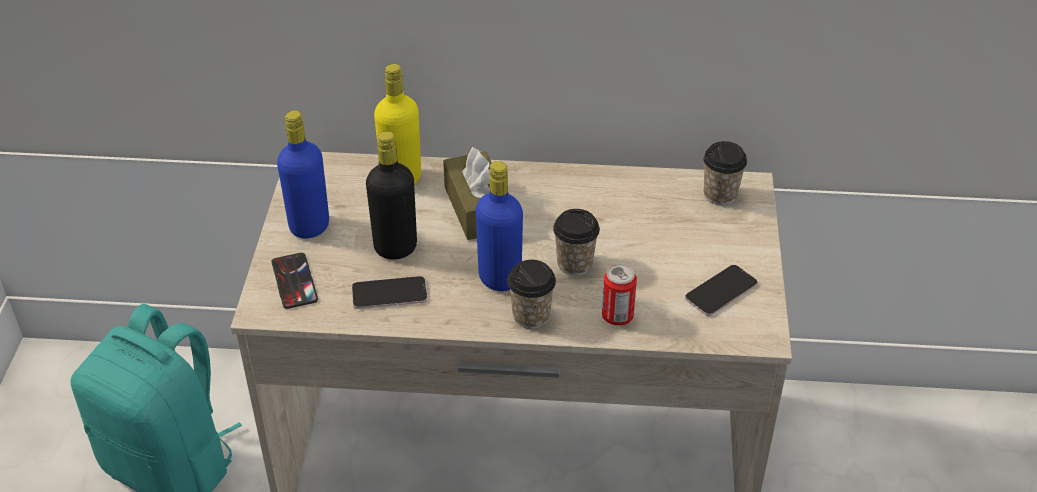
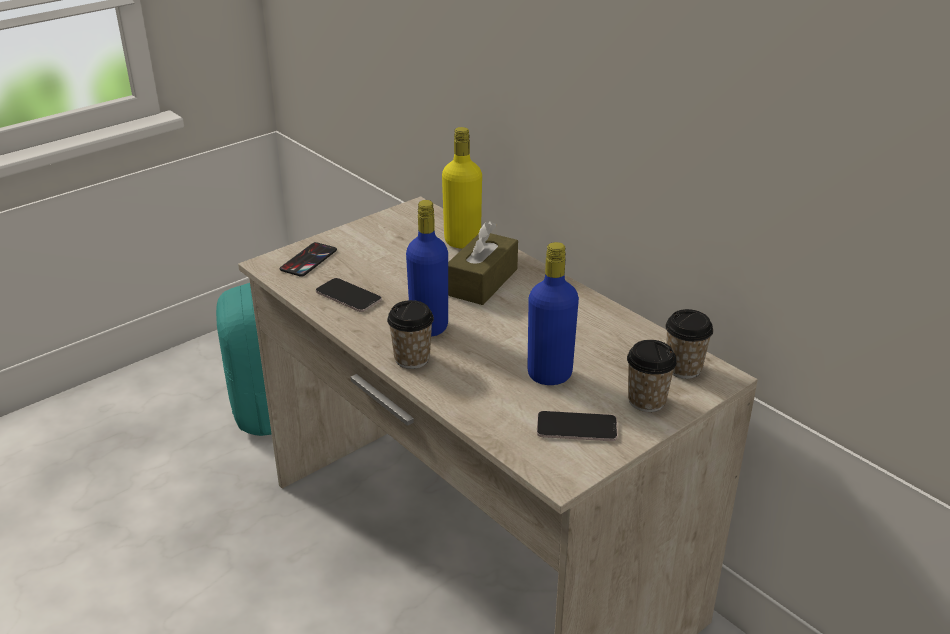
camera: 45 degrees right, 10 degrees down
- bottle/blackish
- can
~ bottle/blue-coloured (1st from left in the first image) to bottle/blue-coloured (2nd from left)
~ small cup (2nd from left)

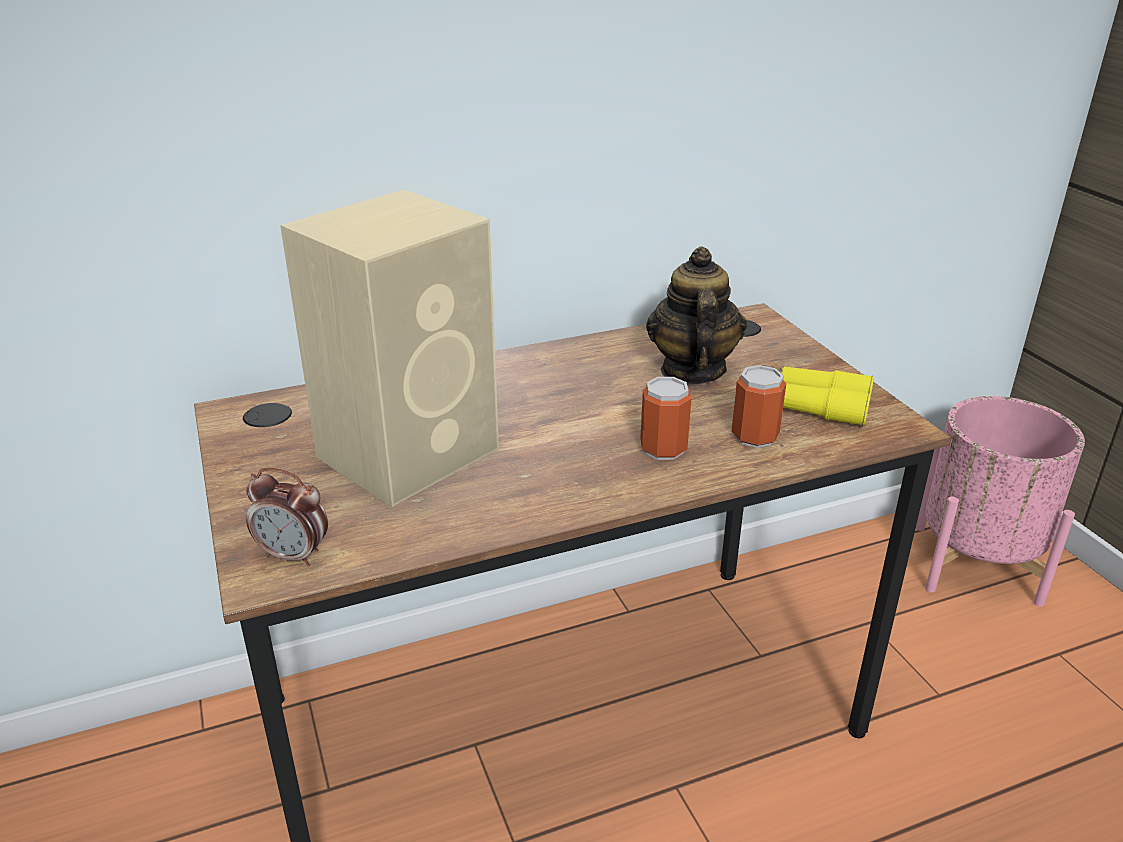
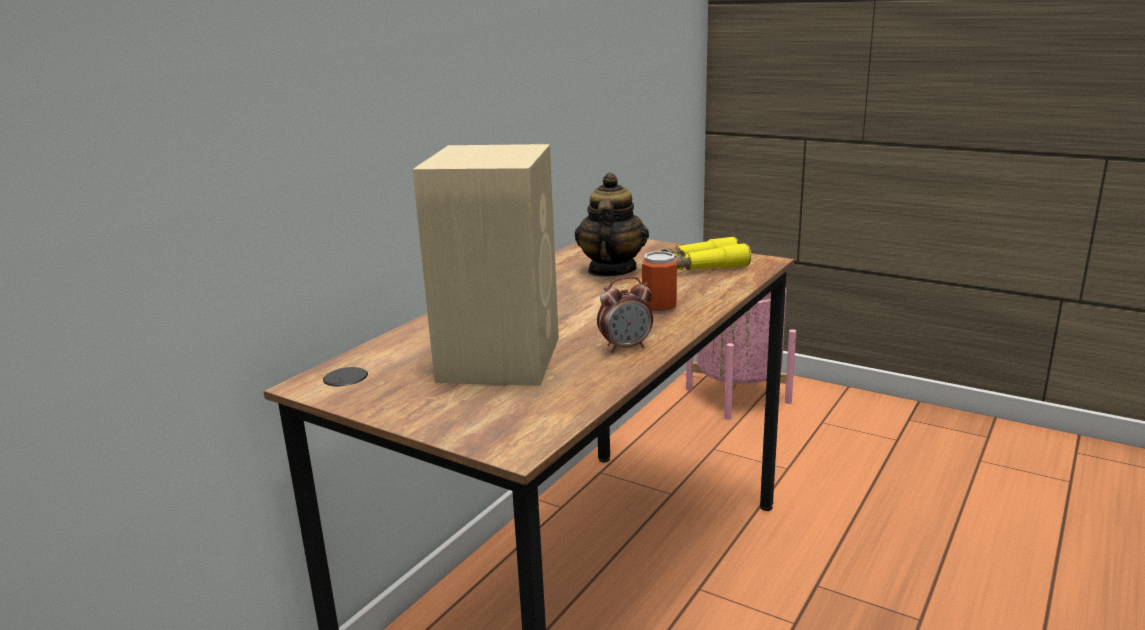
camera: 35 degrees left, 10 degrees down
- can (2nd from left)
~ table clock
~ pot for tea 45 degrees clockwise

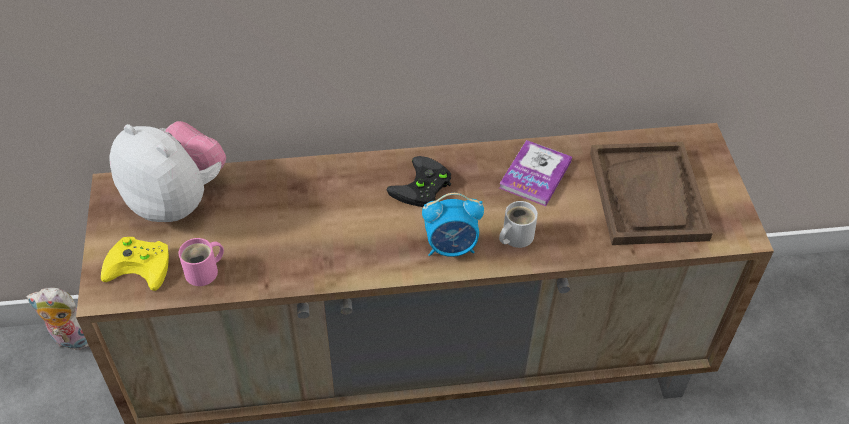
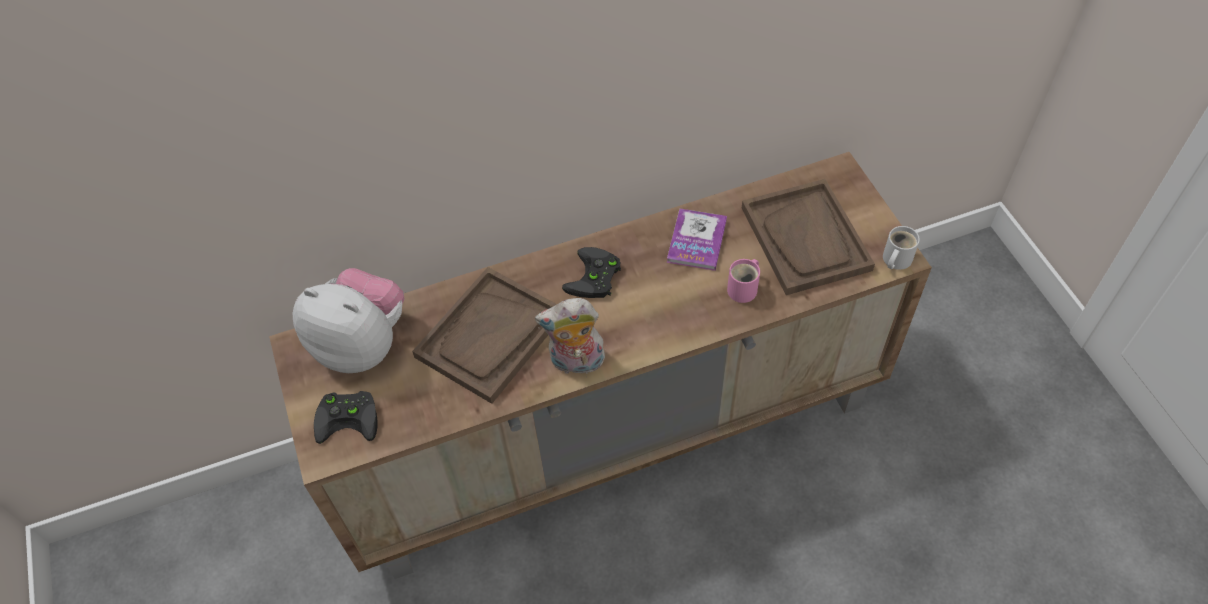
camera: 10 degrees left, 5 degrees up
- table clock
+ tray/brown (1st from left)
~ cuddly toy (1st from left in the first image) to cuddly toy (2nd from left)
~ tea mug/pink
~ tea mug/white-coloured
~ gamepad/yellow-coloured to gamepad/blackish (1st from left)

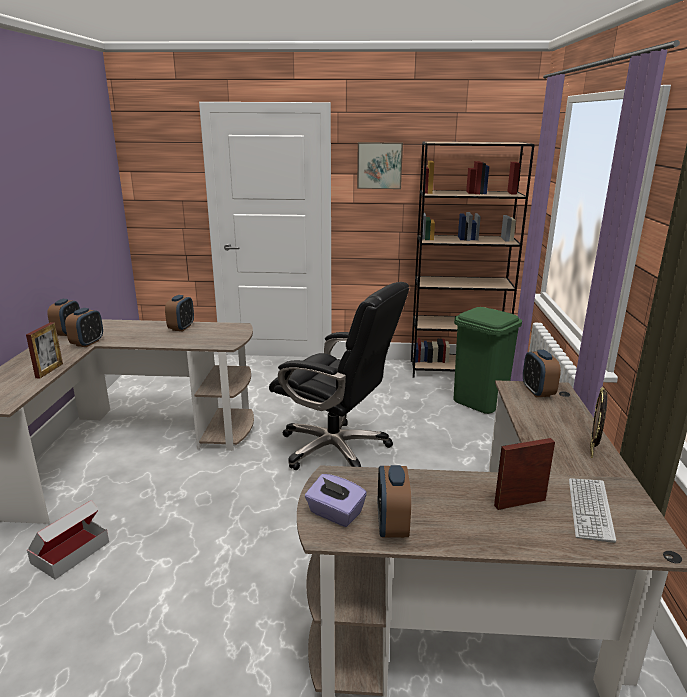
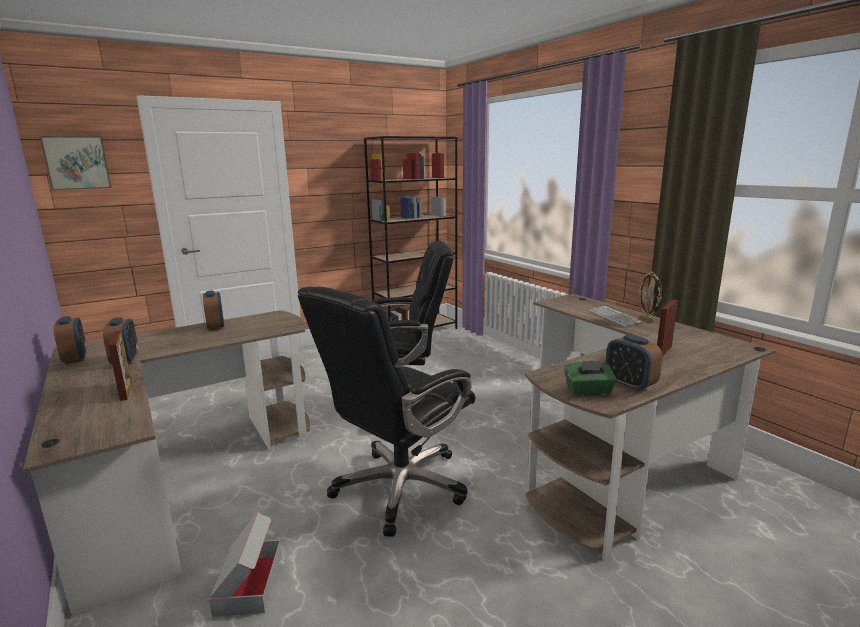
camera: 35 degrees left, 5 degrees down
- waste bin/greenish
- table clock (5th from left)
+ desk chair/blackish (1st from left)
~ wall picture
~ PC keyboard
~ tissue holder/purple to tissue holder/greenish

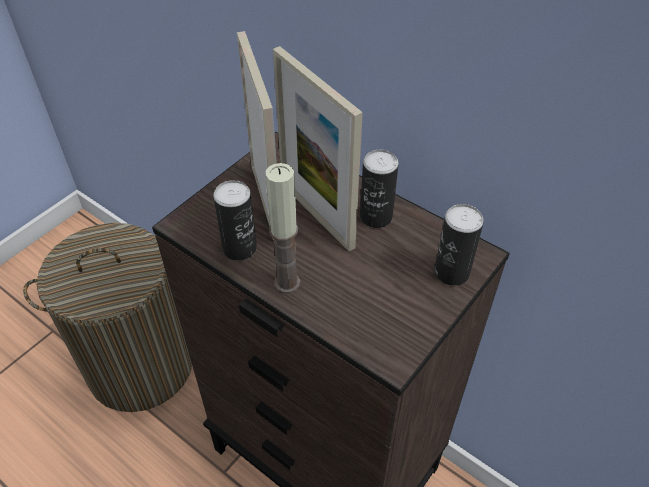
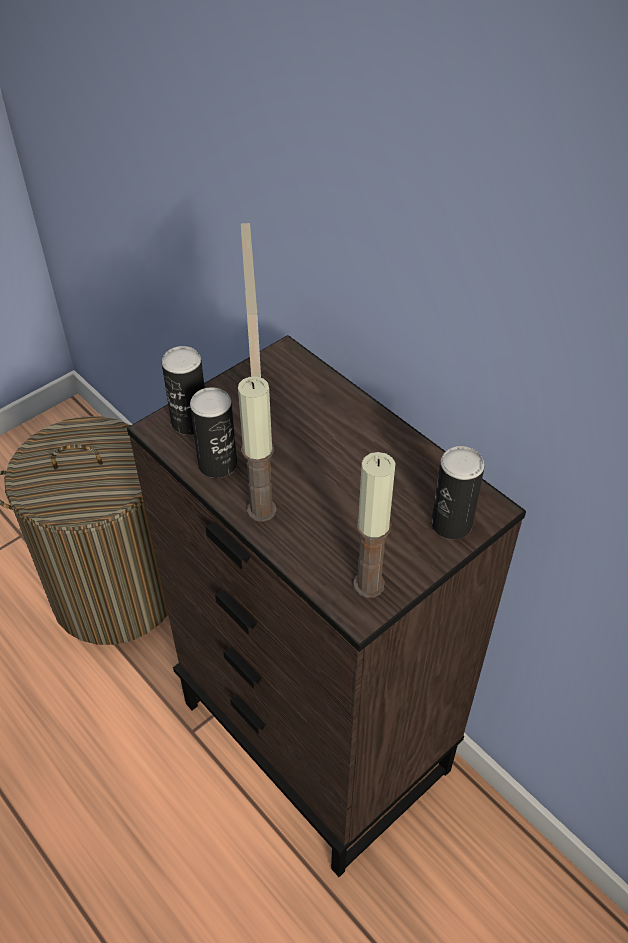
camera: 10 degrees right, 0 degrees up
- picture frame (2nd from left)
+ wax light (2nd from left)
~ can (2nd from left in the first image) to can (1st from left)

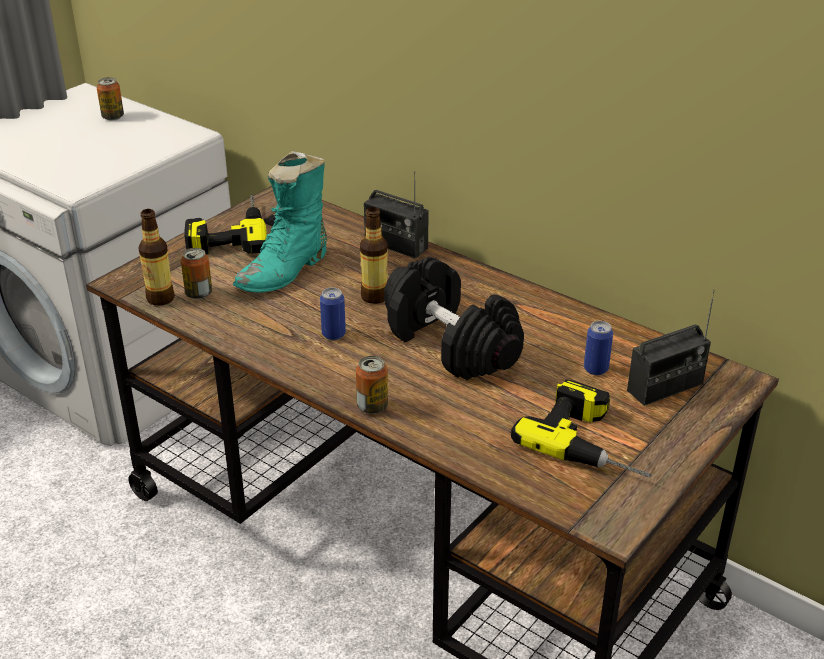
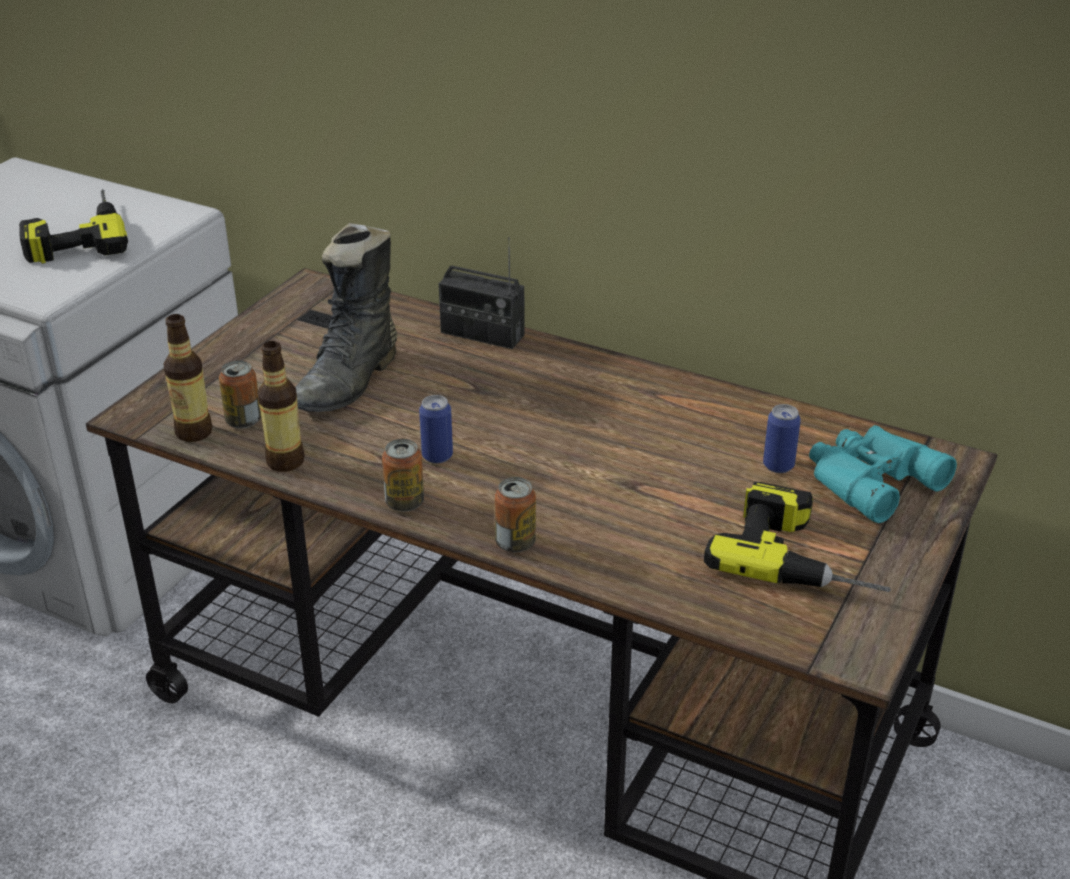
camera: 10 degrees left, 0 degrees up
- hand weight/blackish
~ can (1st from left in the first image) to can (2nd from left)
~ power drill (1st from left)
~ bottle (2nd from left)
~ radio (2nd from left) to pair of binoculars/turquoise
~ high-top boot/turquoise to high-top boot/blackish

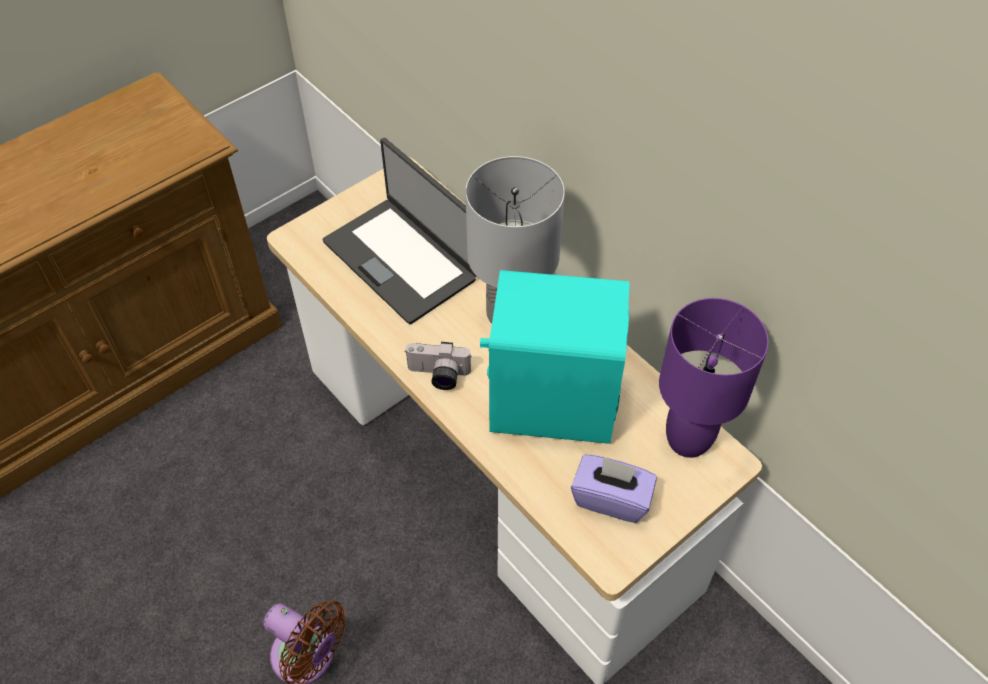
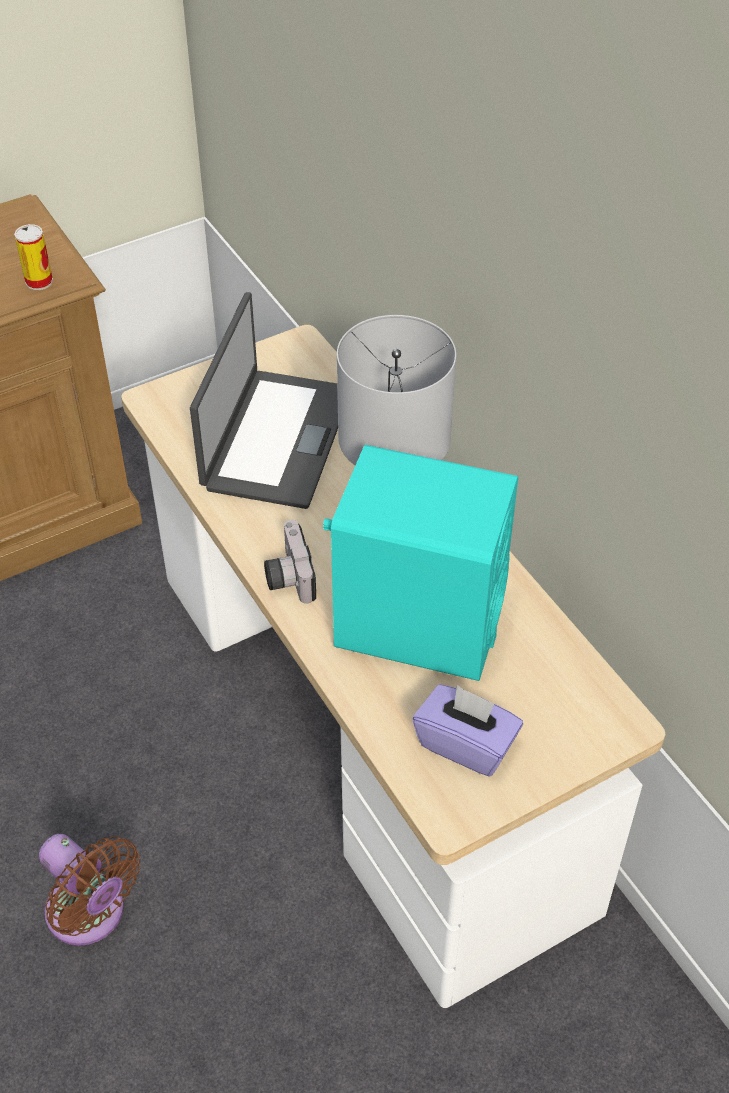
camera: 10 degrees right, 5 degrees down
- tabletop lamp/purple
+ can
~ portable computer 135 degrees counterclockwise
~ photo camera 60 degrees clockwise

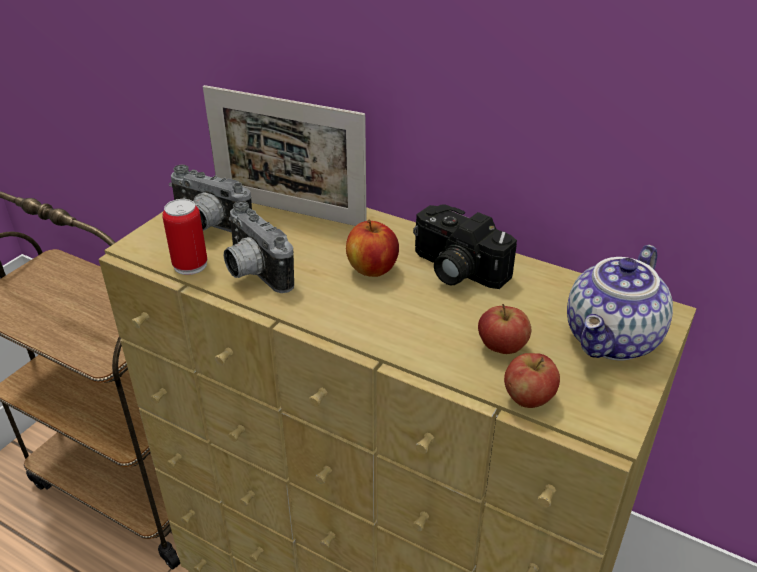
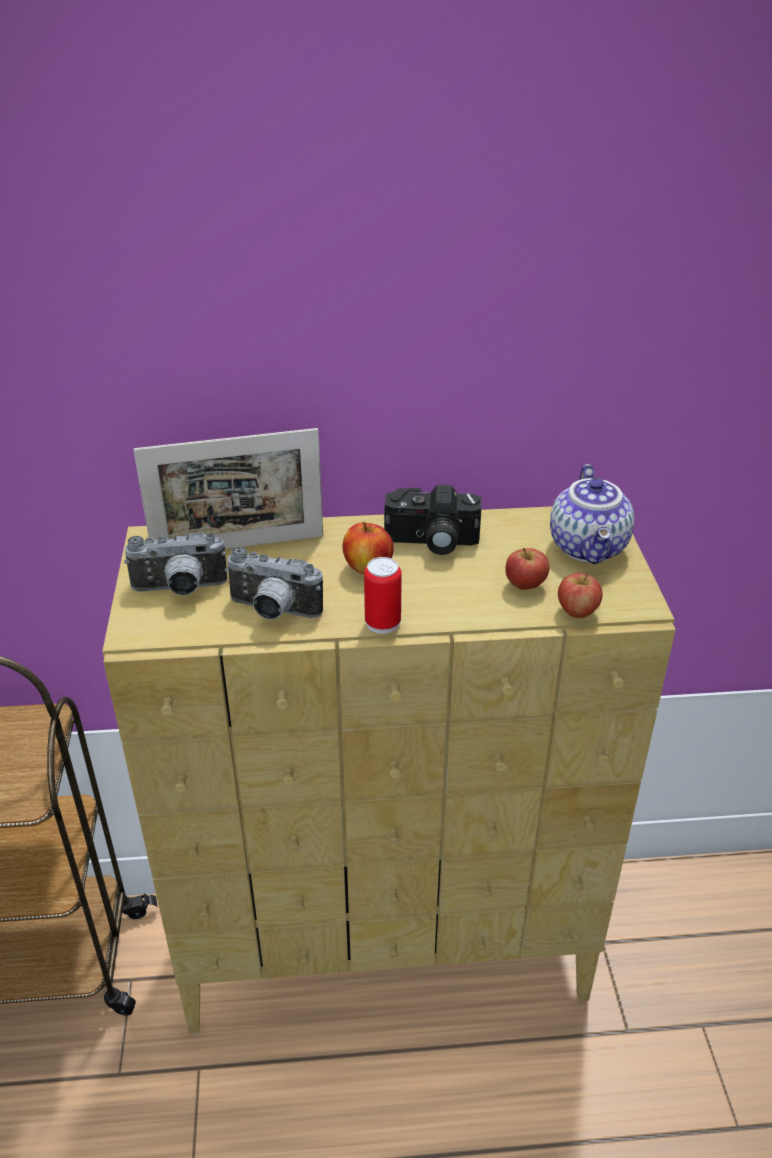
camera: 35 degrees left, 0 degrees up
~ can

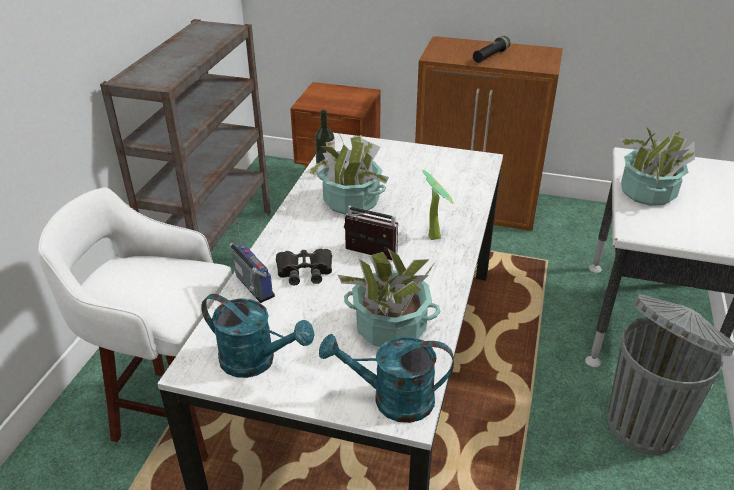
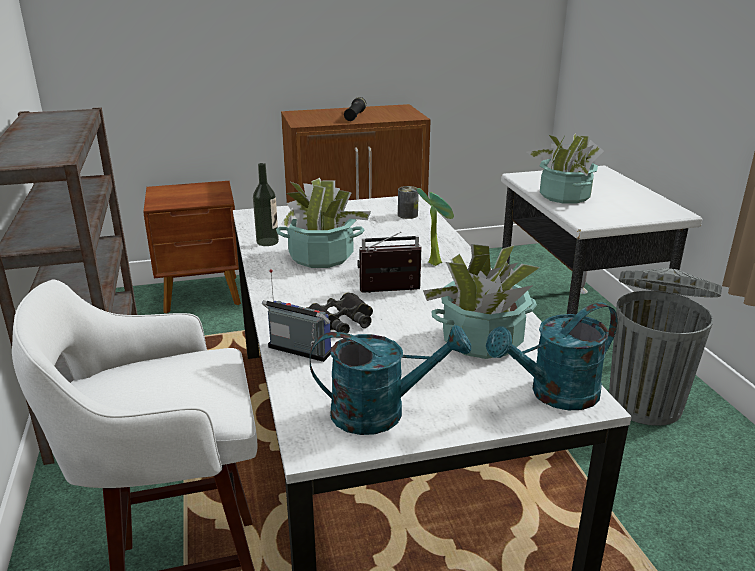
camera: 30 degrees left, 10 degrees down
+ can

